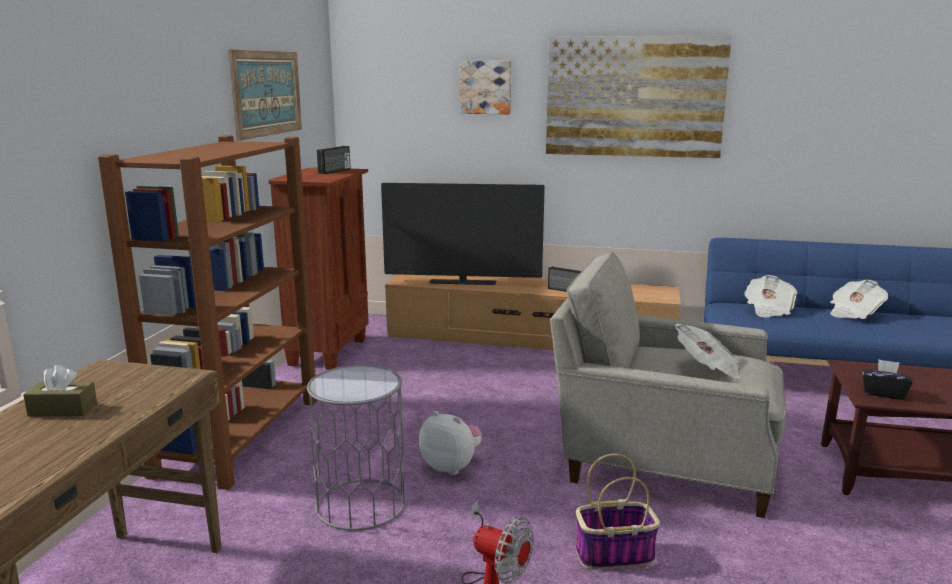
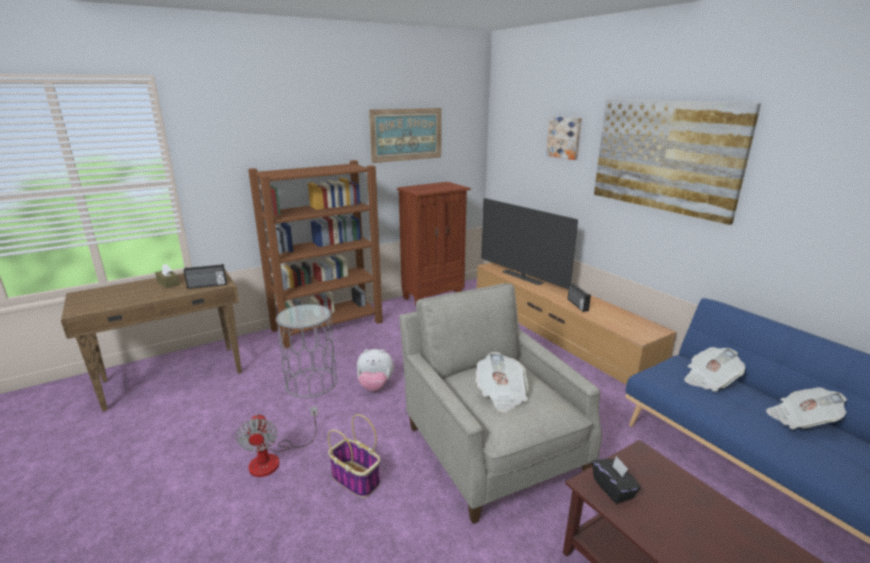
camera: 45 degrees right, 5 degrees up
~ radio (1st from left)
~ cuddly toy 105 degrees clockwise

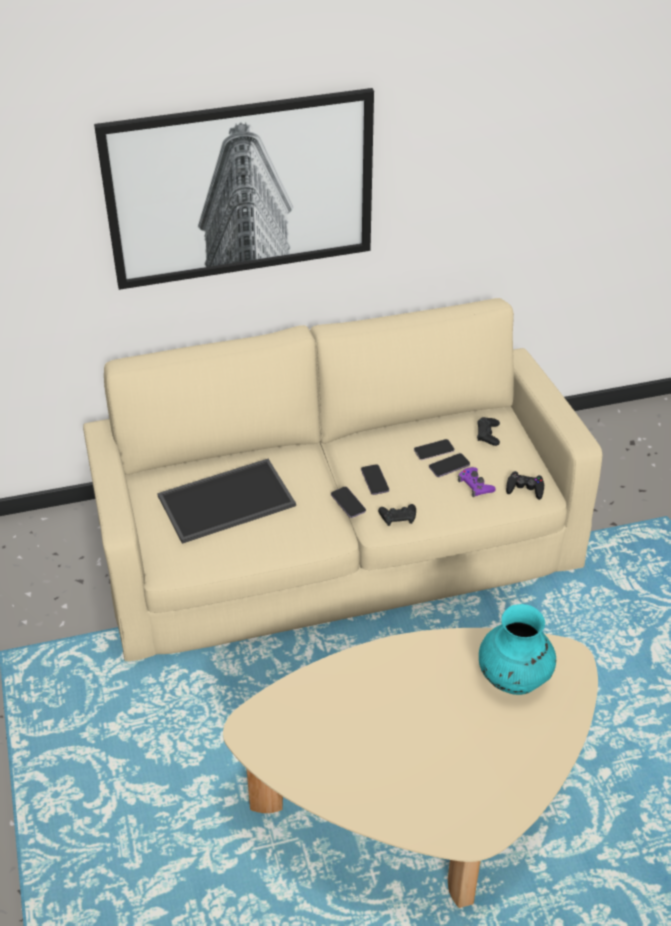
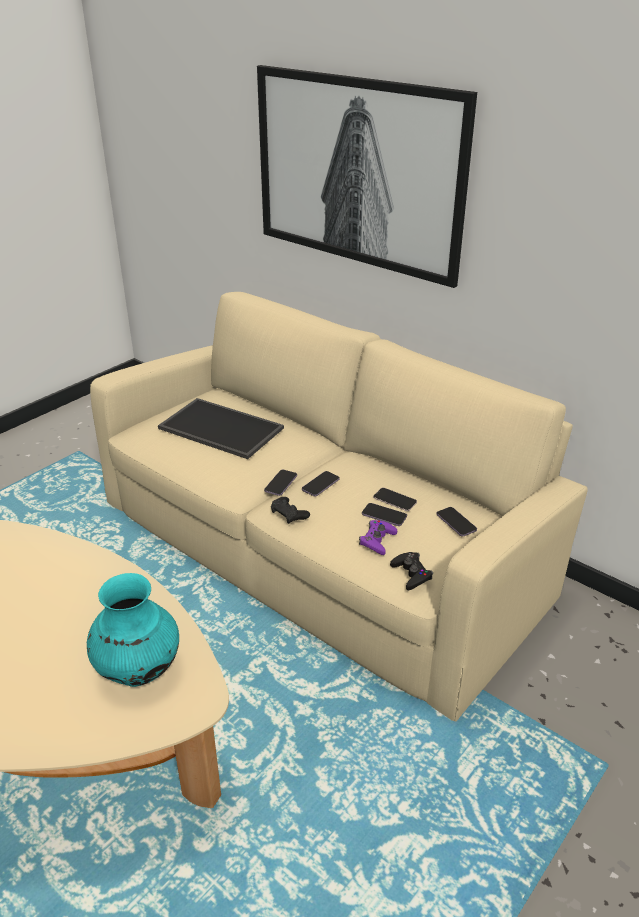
camera: 55 degrees right, 10 degrees down
~ gamepad/blackish (2nd from left) to phone (5th from left)

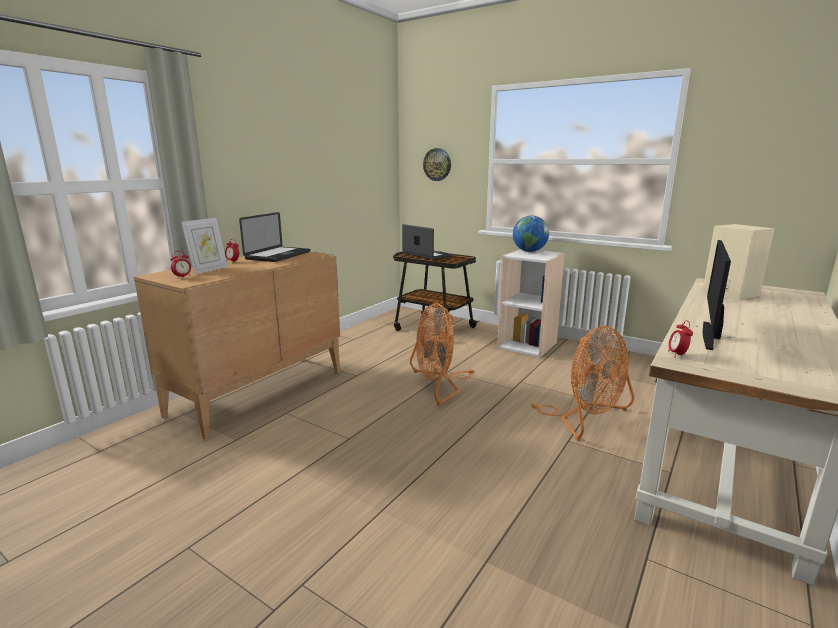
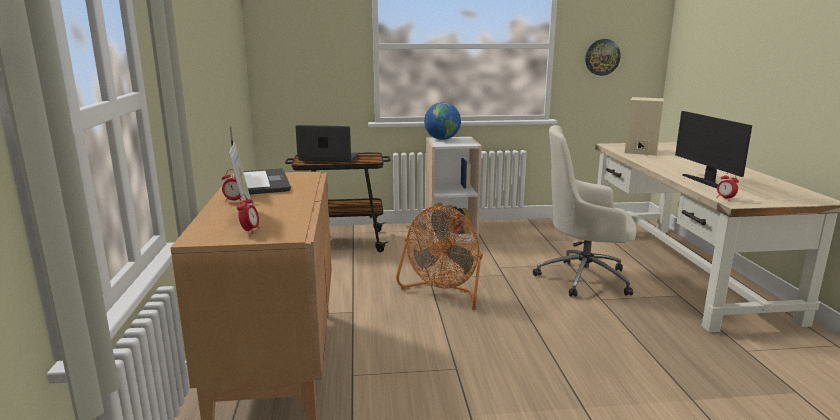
camera: 40 degrees left, 0 degrees up
~ hanging clock
~ electric fan/orange (2nd from left) to desk chair/sand-coloured

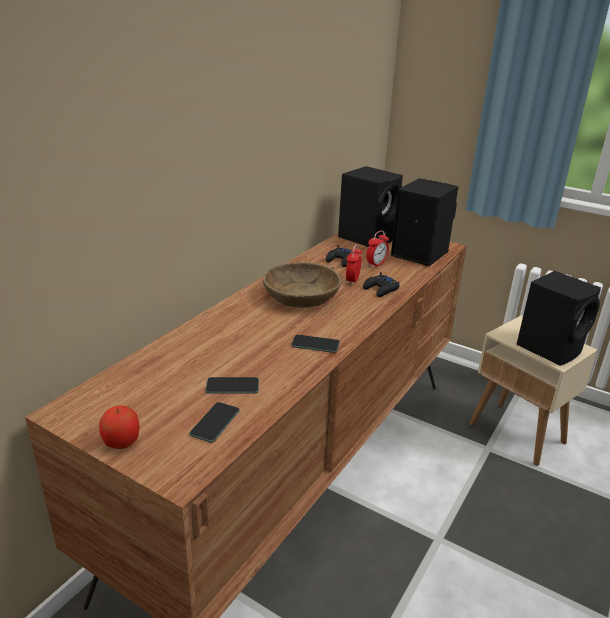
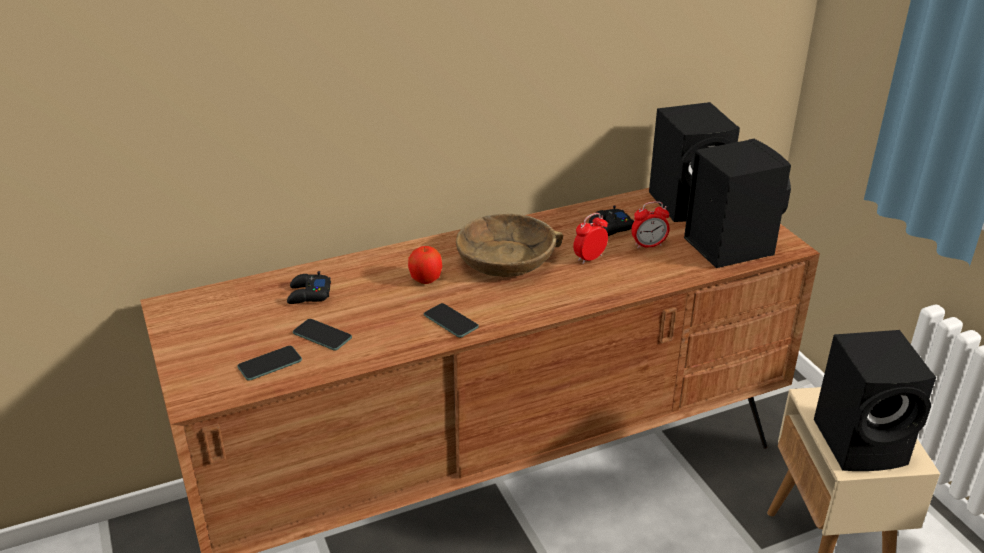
camera: 35 degrees right, 5 degrees up
~ apple
~ gamepad/blackish (2nd from left in the first image) to gamepad/blackish (1st from left)

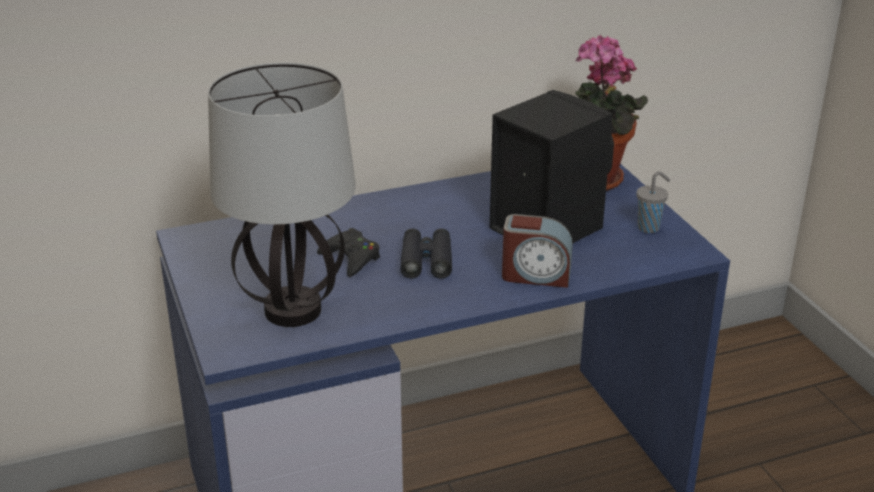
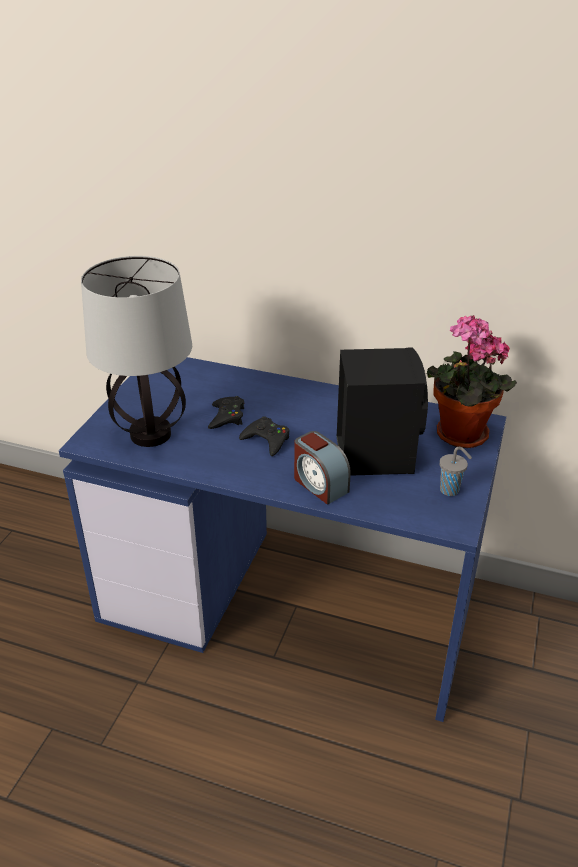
camera: 40 degrees right, 5 degrees up
~ pair of binoculars/blackish to gamepad/blackish (2nd from left)

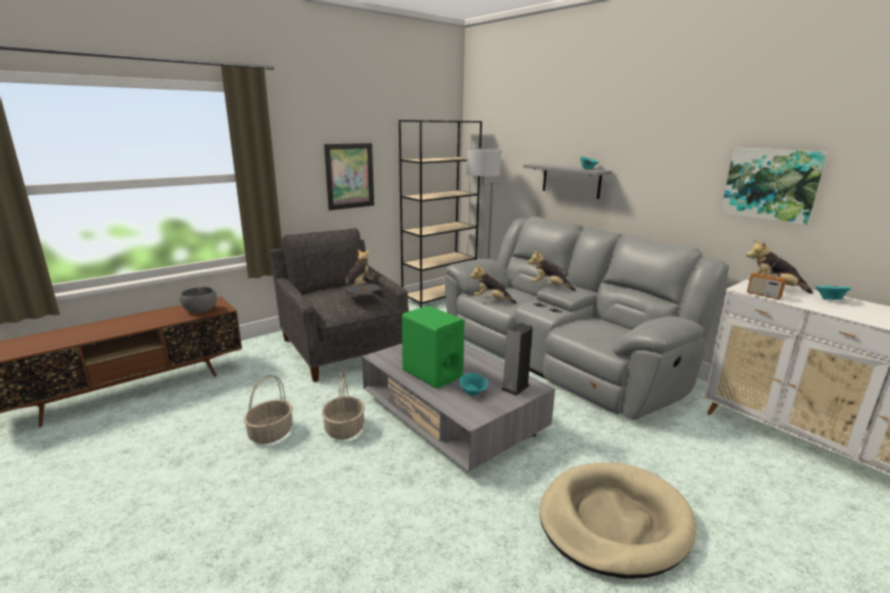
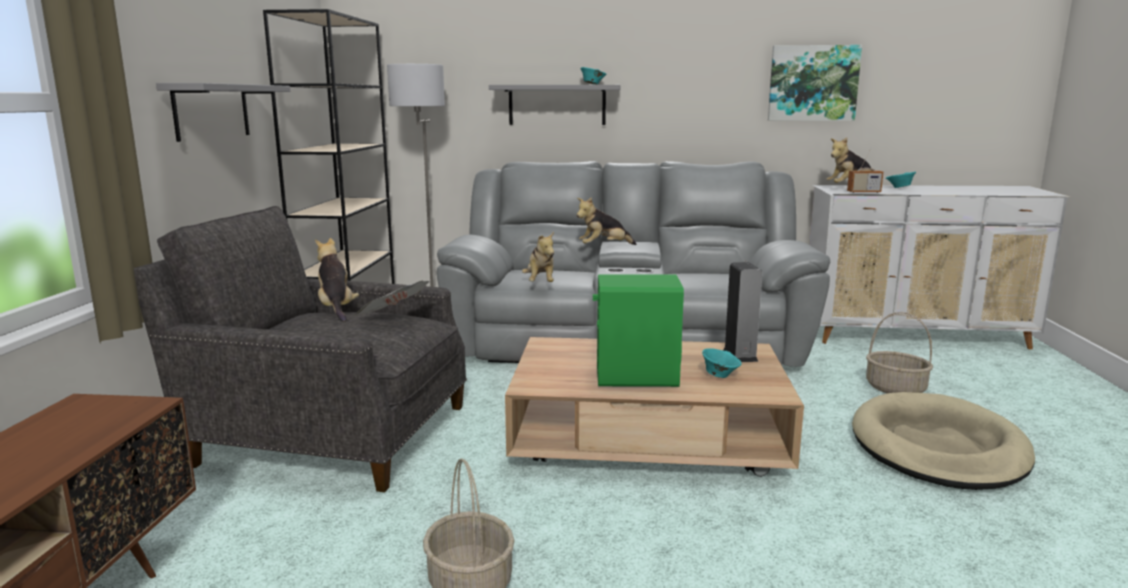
camera: 45 degrees left, 5 degrees down
- serving bowl/grey
~ basket (2nd from left)
~ wall picture (1st from left) to shelf/grey (1st from left)
~ lounge table/grey to lounge table/brown
~ cuddly toy (2nd from left) 75 degrees counterclockwise

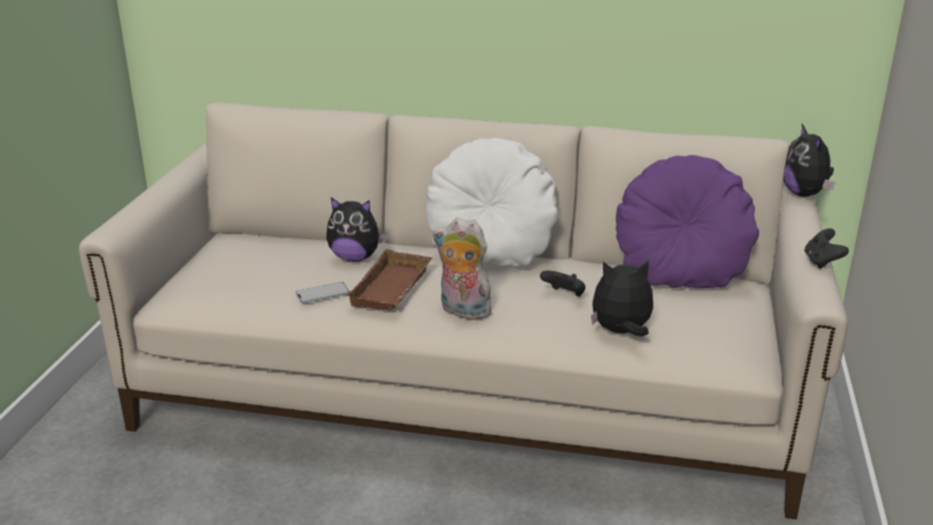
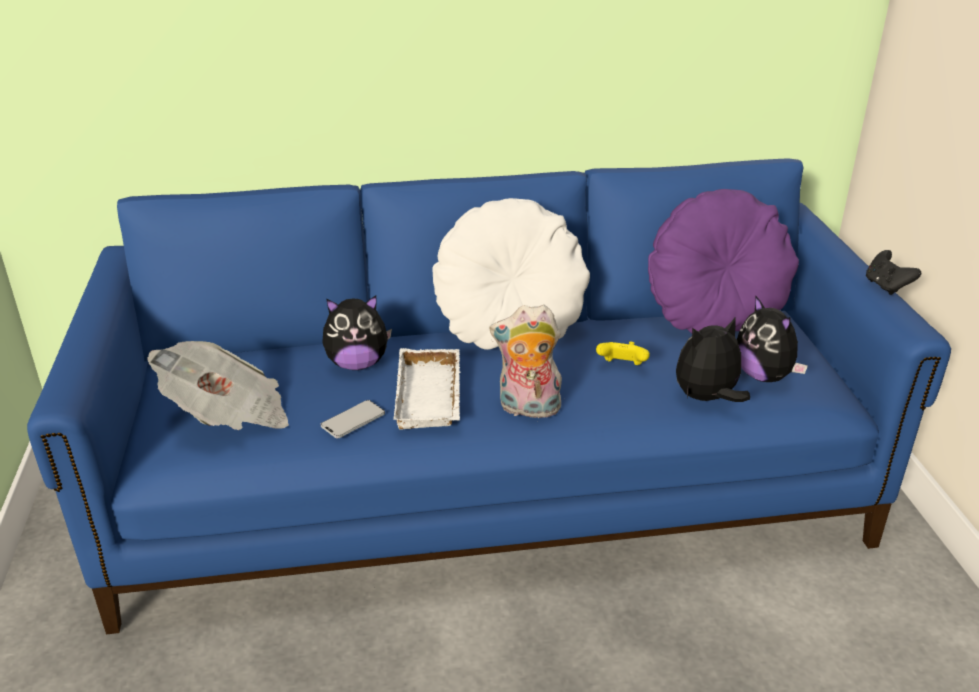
camera: 20 degrees left, 5 degrees up
+ newspaper
~ cuddly toy (4th from left)
~ settee/sand-coloured to settee/blue-coloured
~ tray/brown to tray/white-coloured
~ gamepad/blackish (1st from left) to gamepad/yellow-coloured

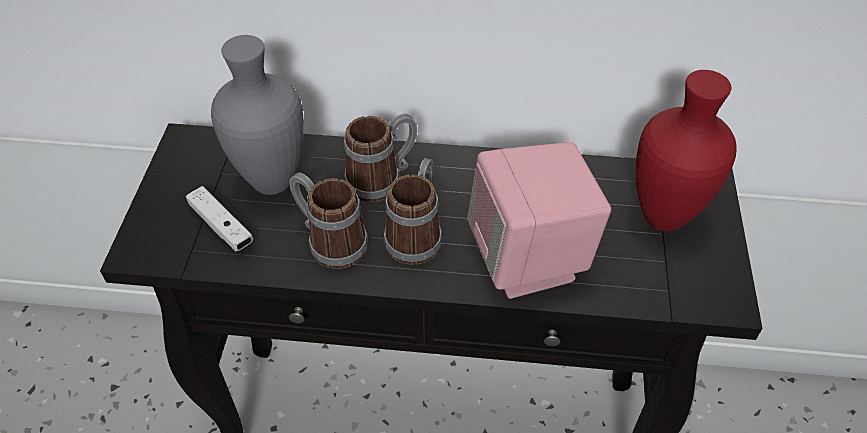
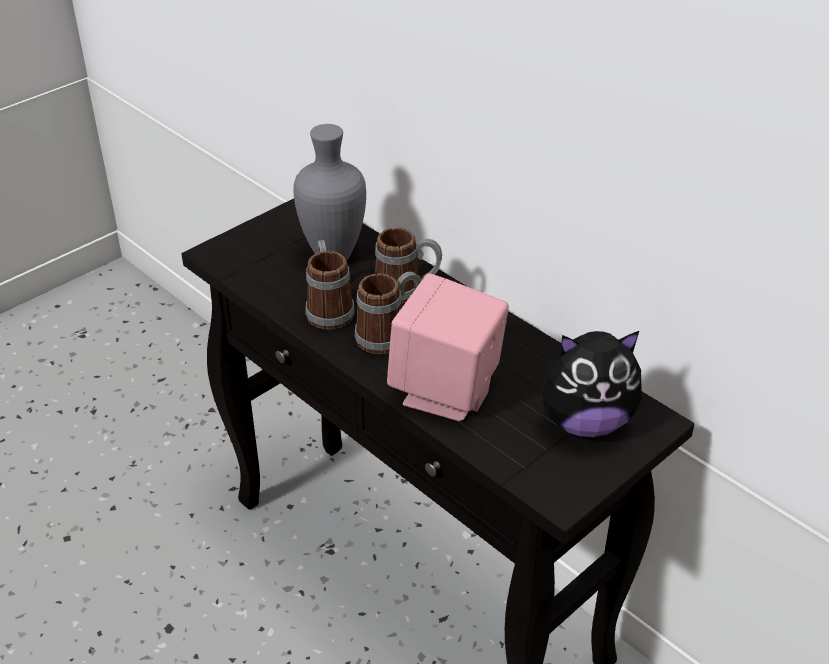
camera: 40 degrees right, 10 degrees down
- gamepad/white-coloured
~ decorative vase/reddish to cuddly toy

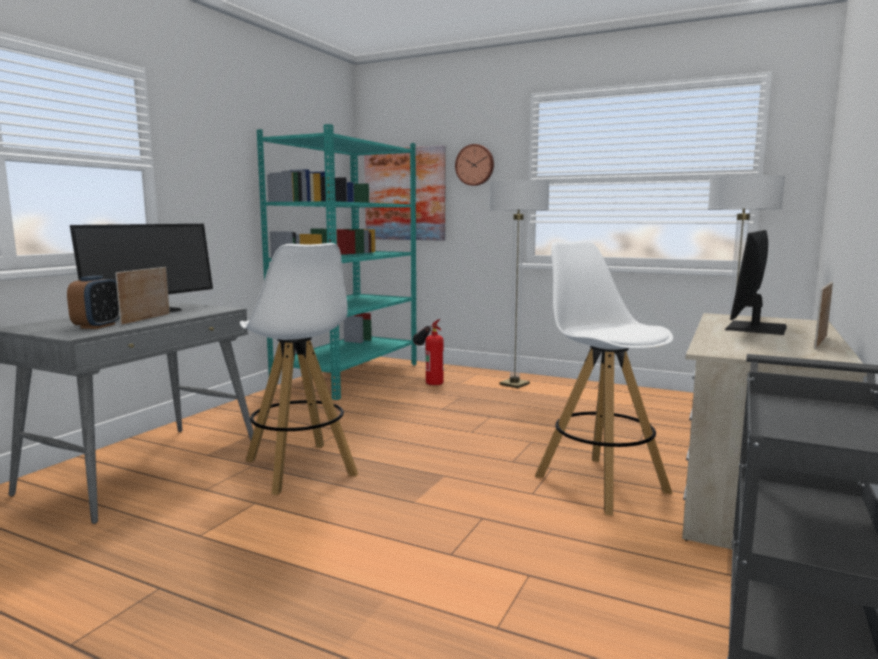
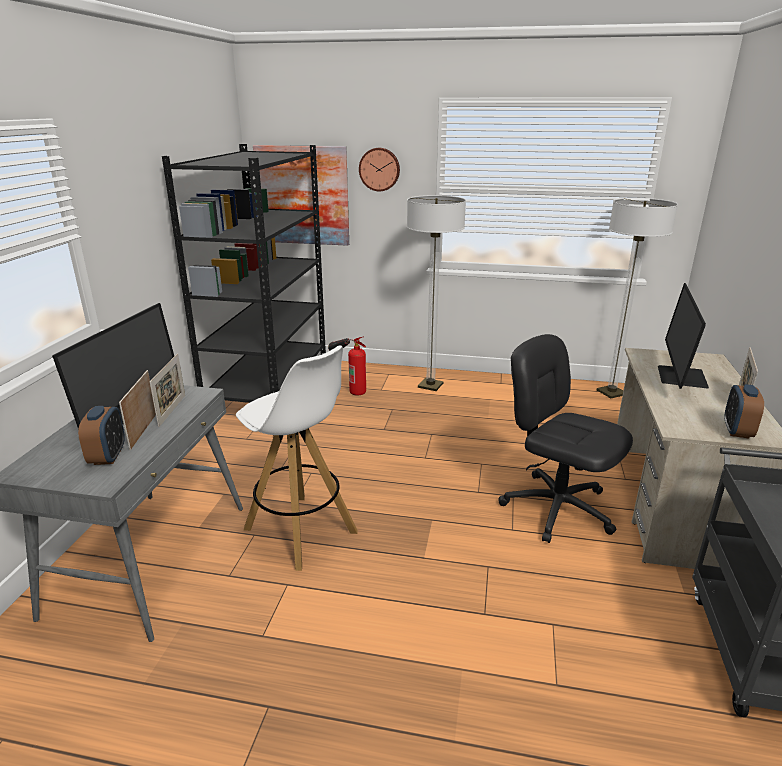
camera: 15 degrees left, 15 degrees up
+ picture frame (2nd from left)
+ table clock (2nd from left)
~ stool/white-coloured (2nd from left) to desk chair/blackish
~ shelving unit/turquoise to shelving unit/blackish

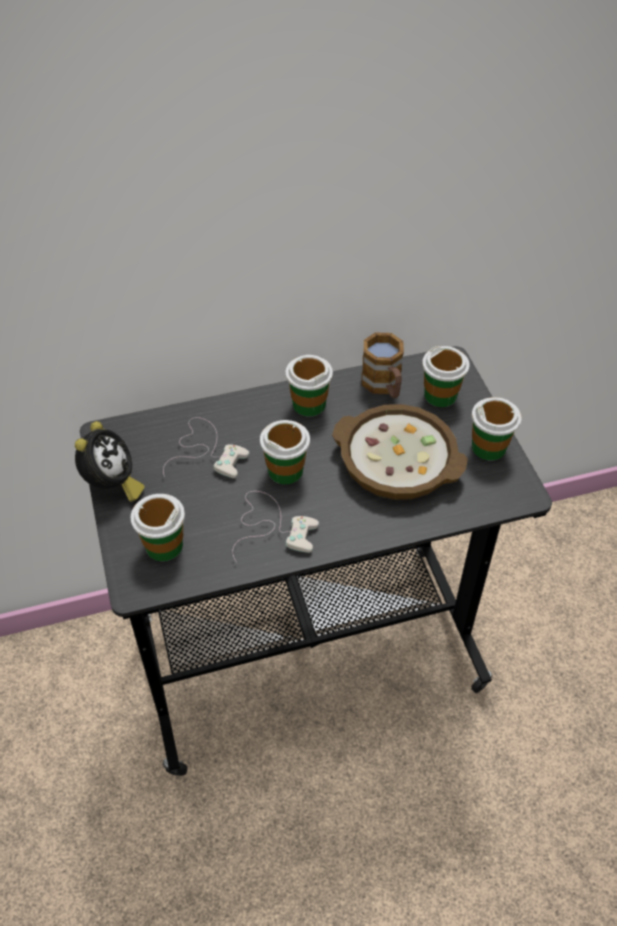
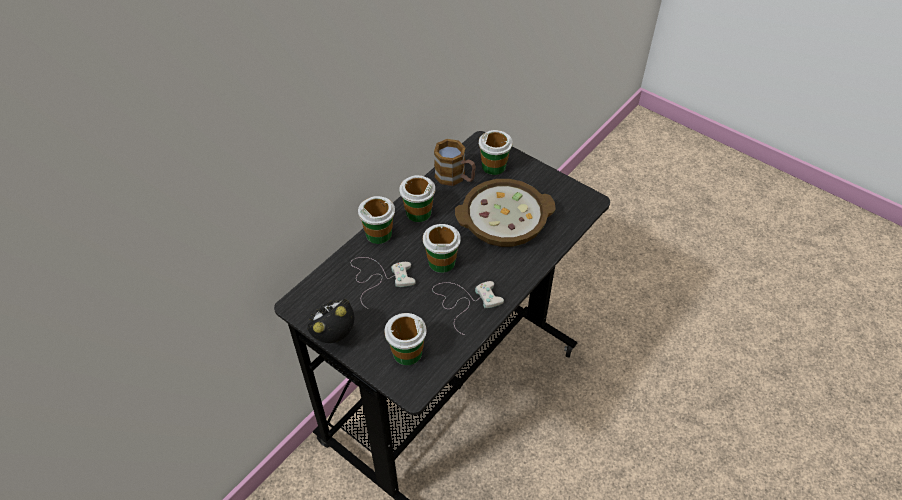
camera: 35 degrees left, 0 degrees up
~ small cup (5th from left in the first image) to small cup (1st from left)
~ table clock 105 degrees counterclockwise

